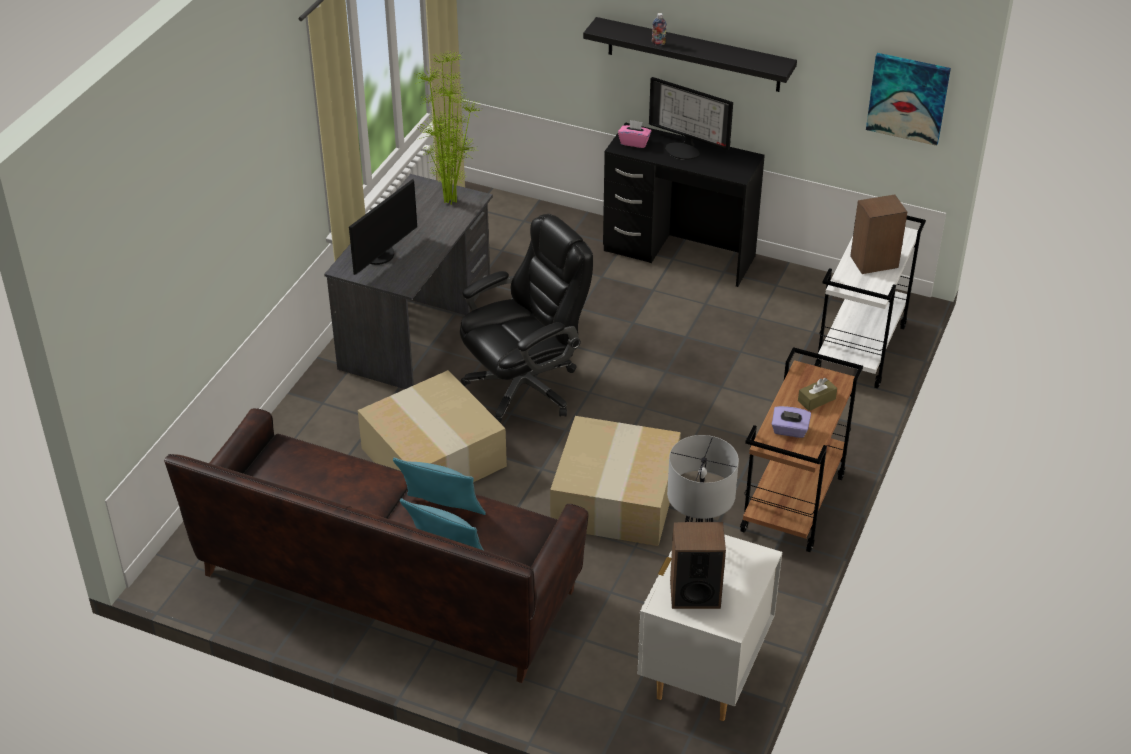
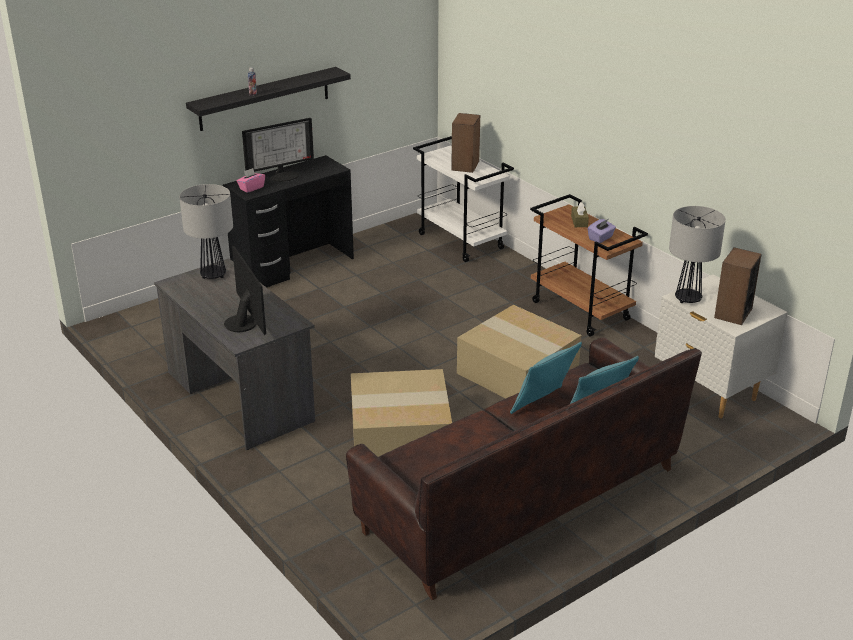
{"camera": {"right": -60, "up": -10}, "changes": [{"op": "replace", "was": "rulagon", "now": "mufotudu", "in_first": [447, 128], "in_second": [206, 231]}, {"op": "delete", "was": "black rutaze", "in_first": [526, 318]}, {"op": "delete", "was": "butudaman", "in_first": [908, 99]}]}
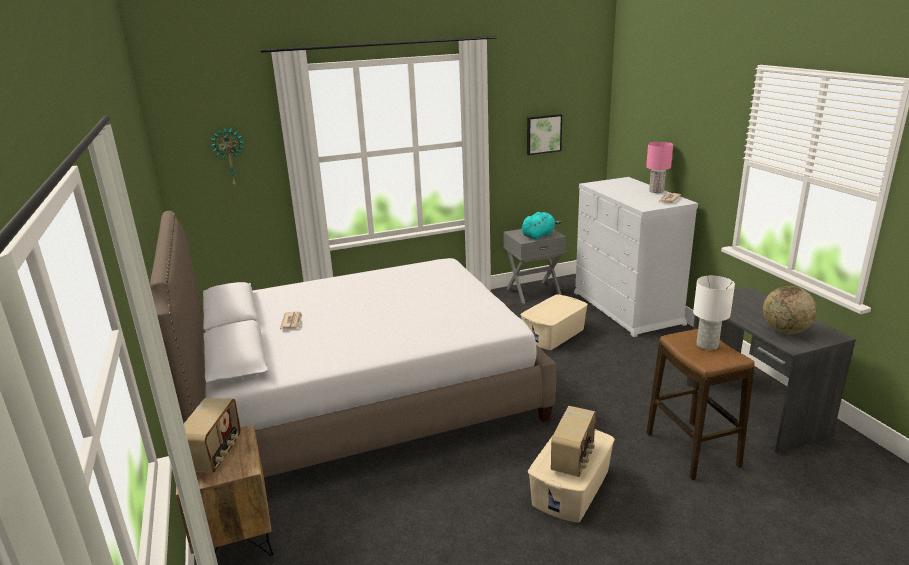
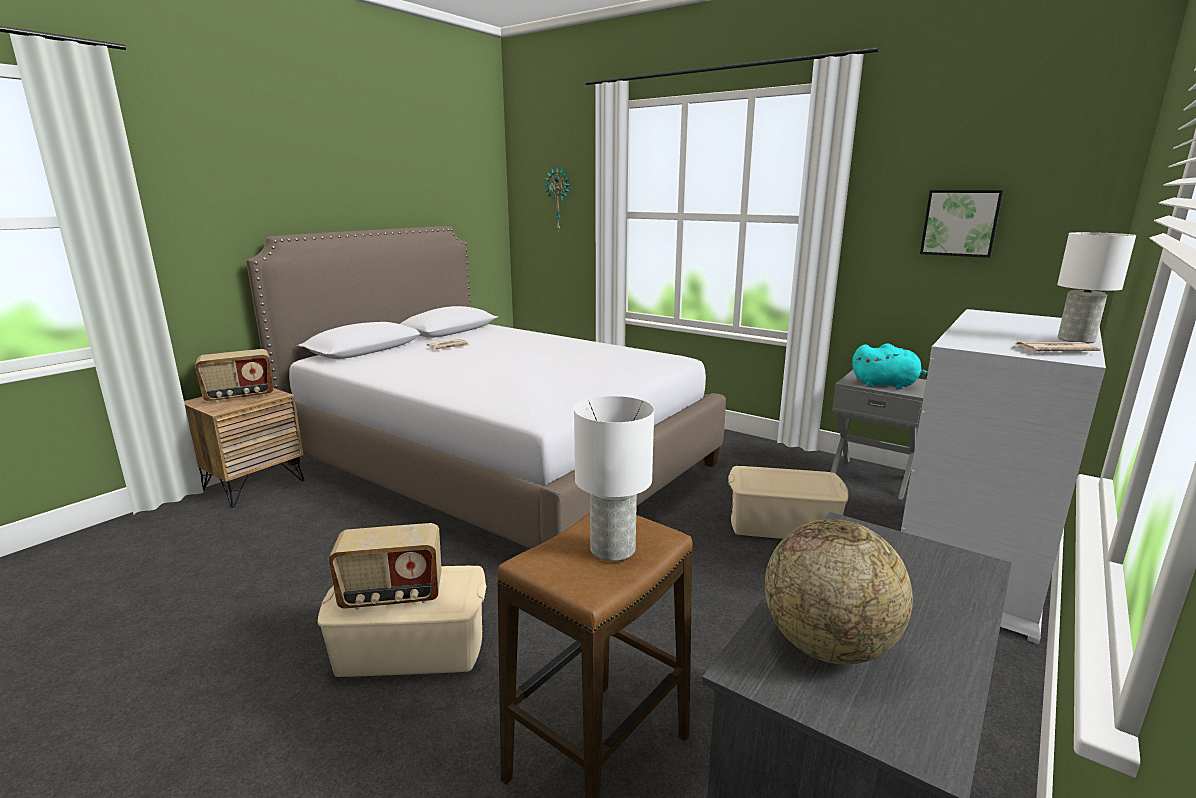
{"camera": {"right": 55, "up": -5}, "changes": [{"op": "recolor", "was": "pink mufotudu", "now": "white mufotudu", "in_first": [659, 167], "in_second": [1096, 288]}]}
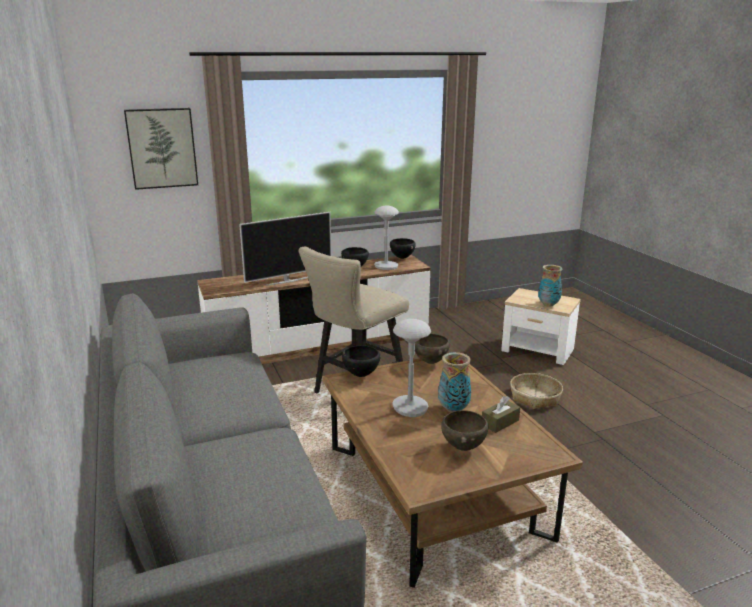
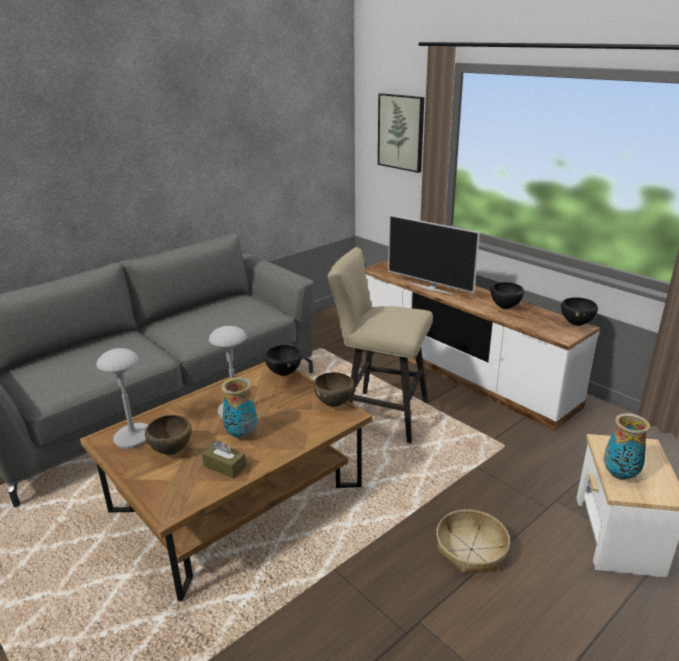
{"camera": {"right": 70, "up": 5}, "changes": [{"op": "move", "was": "grey mufotudu", "in_first": [386, 238], "in_second": [122, 398]}]}
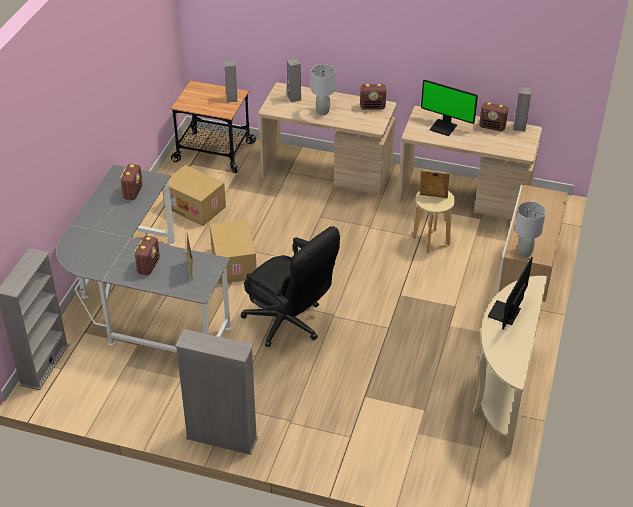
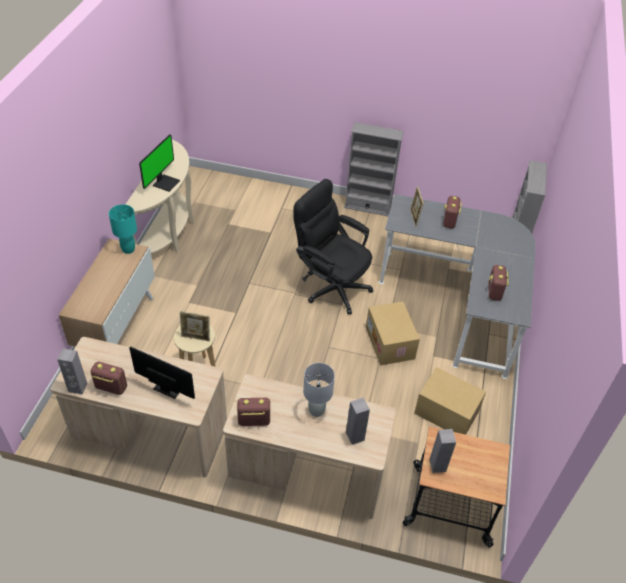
{"camera": {"right": 175, "up": 5}, "changes": [{"op": "recolor", "was": "grey mufotudu", "now": "turquoise mufotudu", "in_first": [530, 229], "in_second": [123, 229]}]}
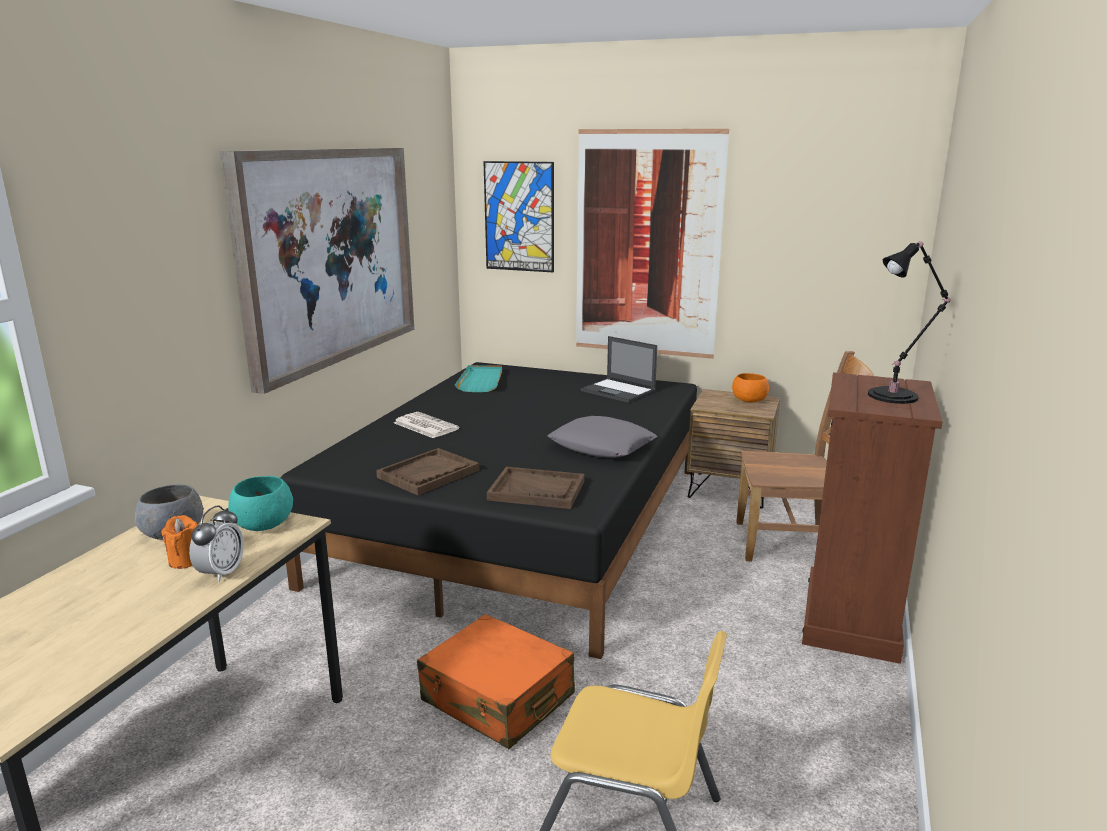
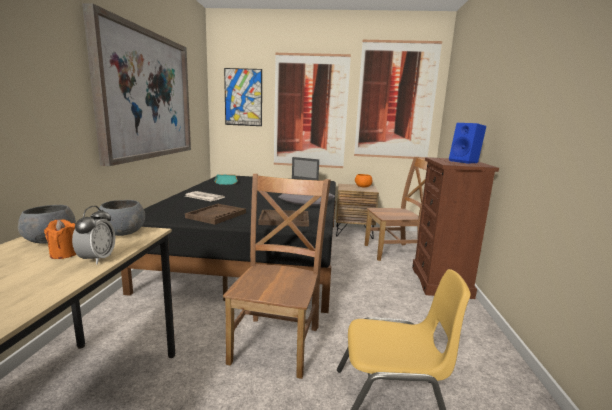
{"camera": {"right": -15, "up": -5}, "changes": [{"op": "recolor", "was": "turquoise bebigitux", "now": "grey bebigitux", "in_first": [260, 503], "in_second": [121, 218]}, {"op": "replace", "was": "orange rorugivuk", "now": "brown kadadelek", "in_first": [496, 681], "in_second": [277, 276]}, {"op": "replace", "was": "black mufotudu", "now": "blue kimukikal", "in_first": [909, 322], "in_second": [467, 143]}, {"op": "insert", "now": "butudaman", "in_second": [398, 99]}]}
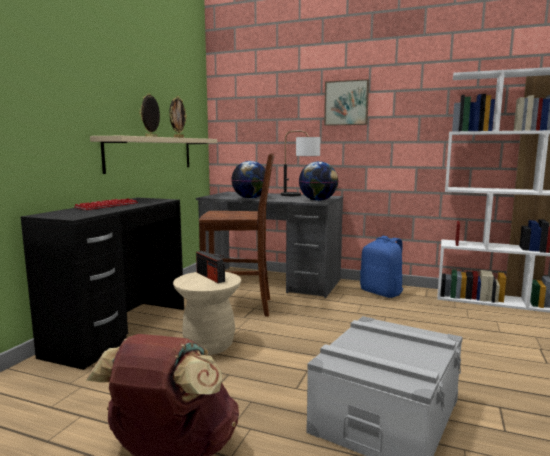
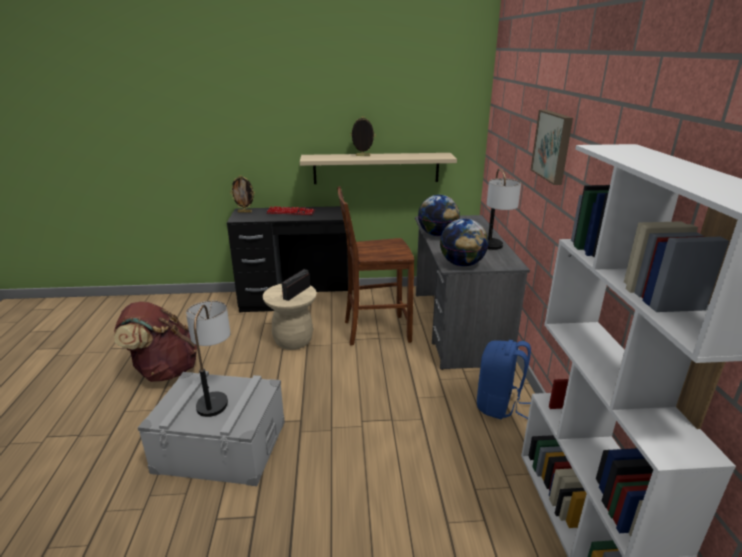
{"camera": {"right": 65, "up": 15}, "changes": [{"op": "move", "was": "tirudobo", "in_first": [178, 117], "in_second": [242, 194]}, {"op": "rotate", "was": "brown kadadelek", "in_first": [236, 235], "in_second": [375, 266], "clockwise": 105}, {"op": "insert", "now": "mufotudu", "in_second": [208, 359]}]}
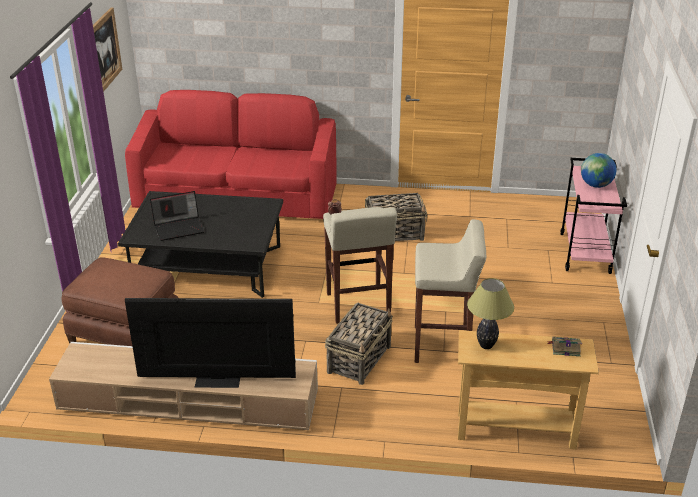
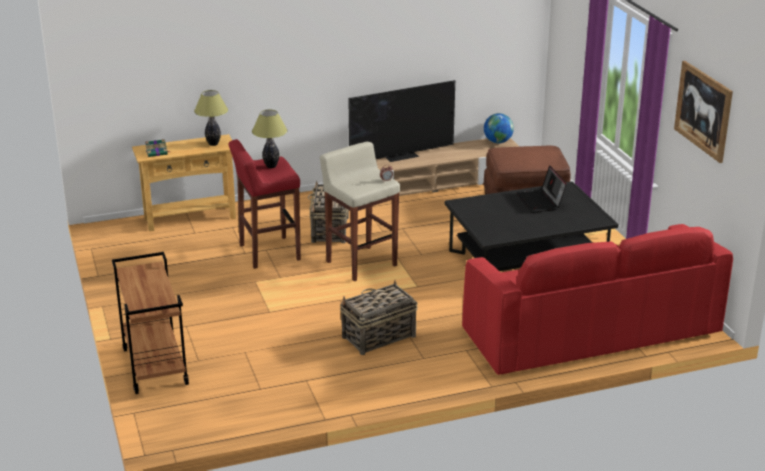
{"camera": {"right": 155, "up": -5}, "changes": [{"op": "rotate", "was": "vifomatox", "in_first": [177, 216], "in_second": [541, 189], "clockwise": -60}, {"op": "recolor", "was": "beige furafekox", "now": "red furafekox", "in_first": [450, 291], "in_second": [265, 204]}, {"op": "recolor", "was": "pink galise", "now": "brown galise", "in_first": [593, 216], "in_second": [150, 323]}, {"op": "move", "was": "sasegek", "in_first": [598, 170], "in_second": [499, 128]}, {"op": "insert", "now": "mufotudu", "in_second": [270, 139]}]}
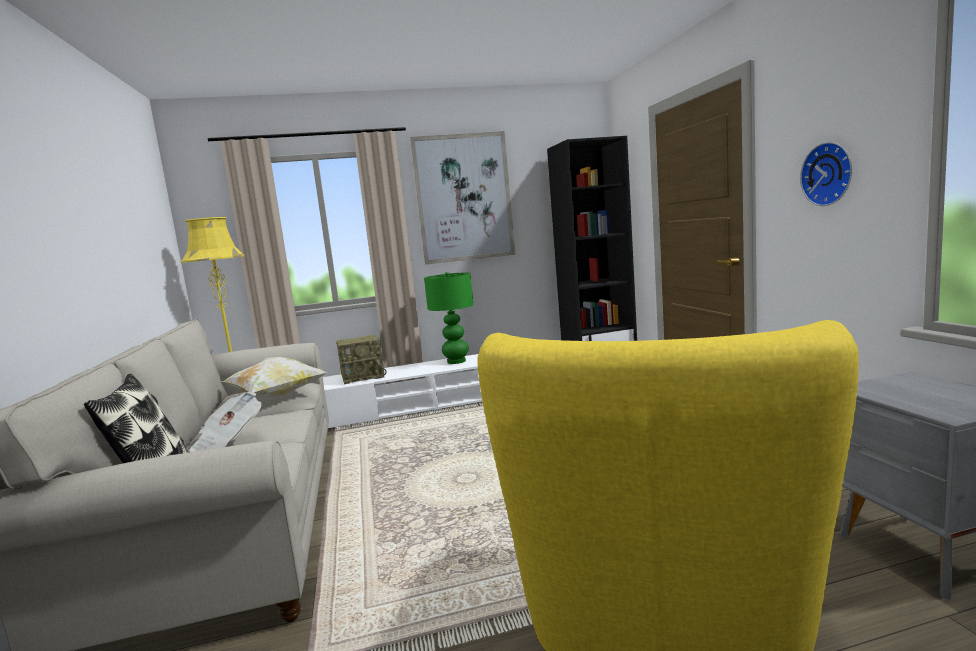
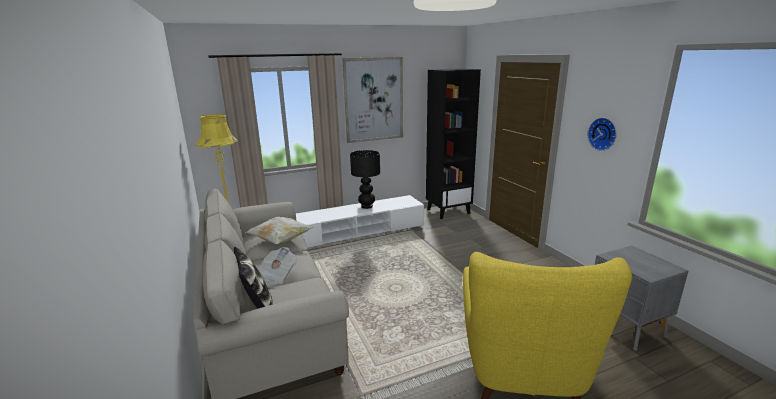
{"camera": {"right": -10, "up": 10}, "changes": [{"op": "delete", "was": "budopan", "in_first": [361, 359]}, {"op": "recolor", "was": "green mufotudu", "now": "black mufotudu", "in_first": [449, 318], "in_second": [365, 179]}]}
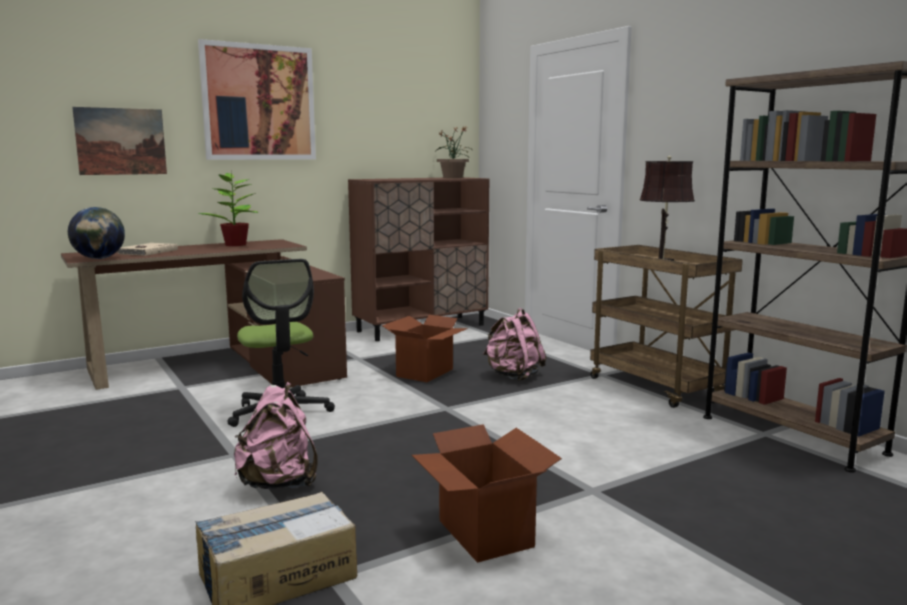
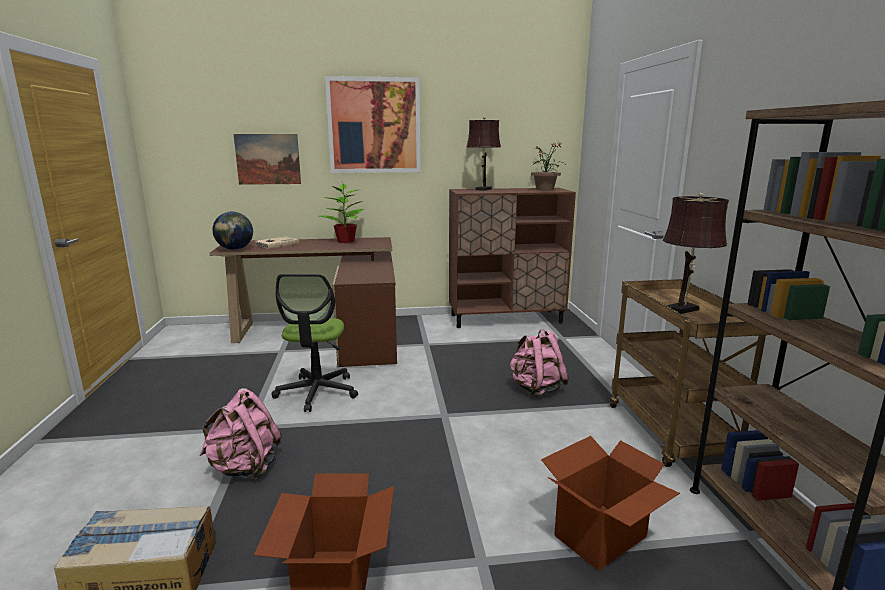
{"camera": {"right": 25, "up": 5}, "changes": [{"op": "move", "was": "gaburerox", "in_first": [425, 348], "in_second": [610, 503]}, {"op": "insert", "now": "brown mufotudu", "in_second": [483, 154]}]}
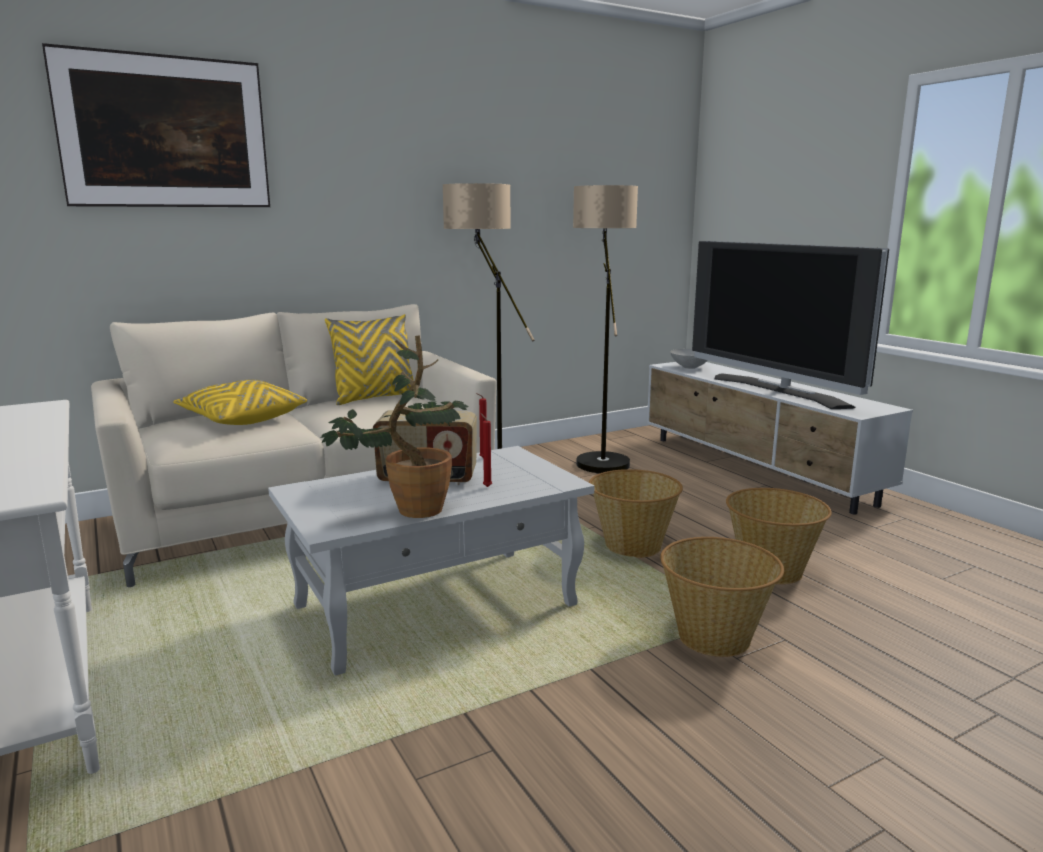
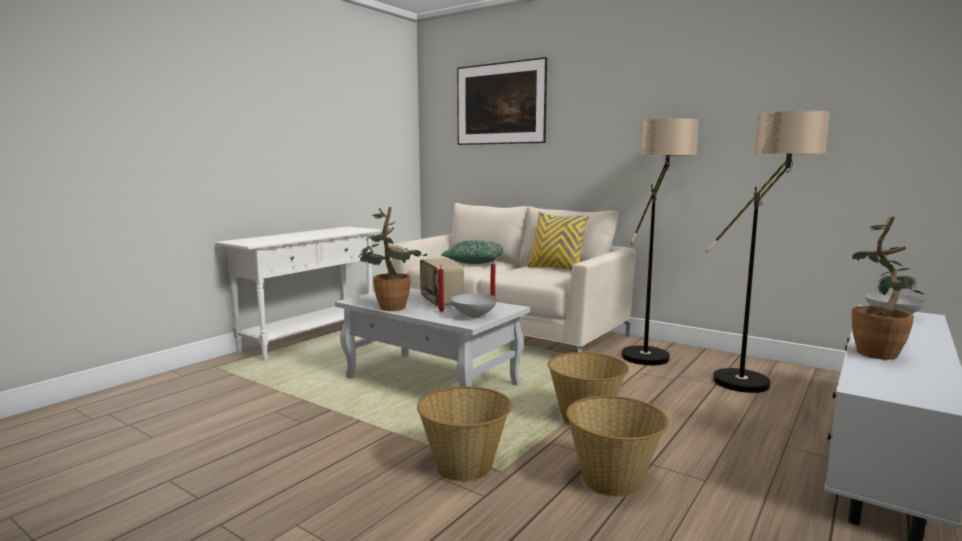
{"camera": {"right": 65, "up": -5}, "changes": [{"op": "recolor", "was": "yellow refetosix", "now": "green refetosix", "in_first": [240, 402], "in_second": [472, 252]}, {"op": "replace", "was": "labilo", "now": "rulagon", "in_first": [790, 325], "in_second": [887, 288]}, {"op": "insert", "now": "grey bebigitux", "in_second": [474, 305]}]}
